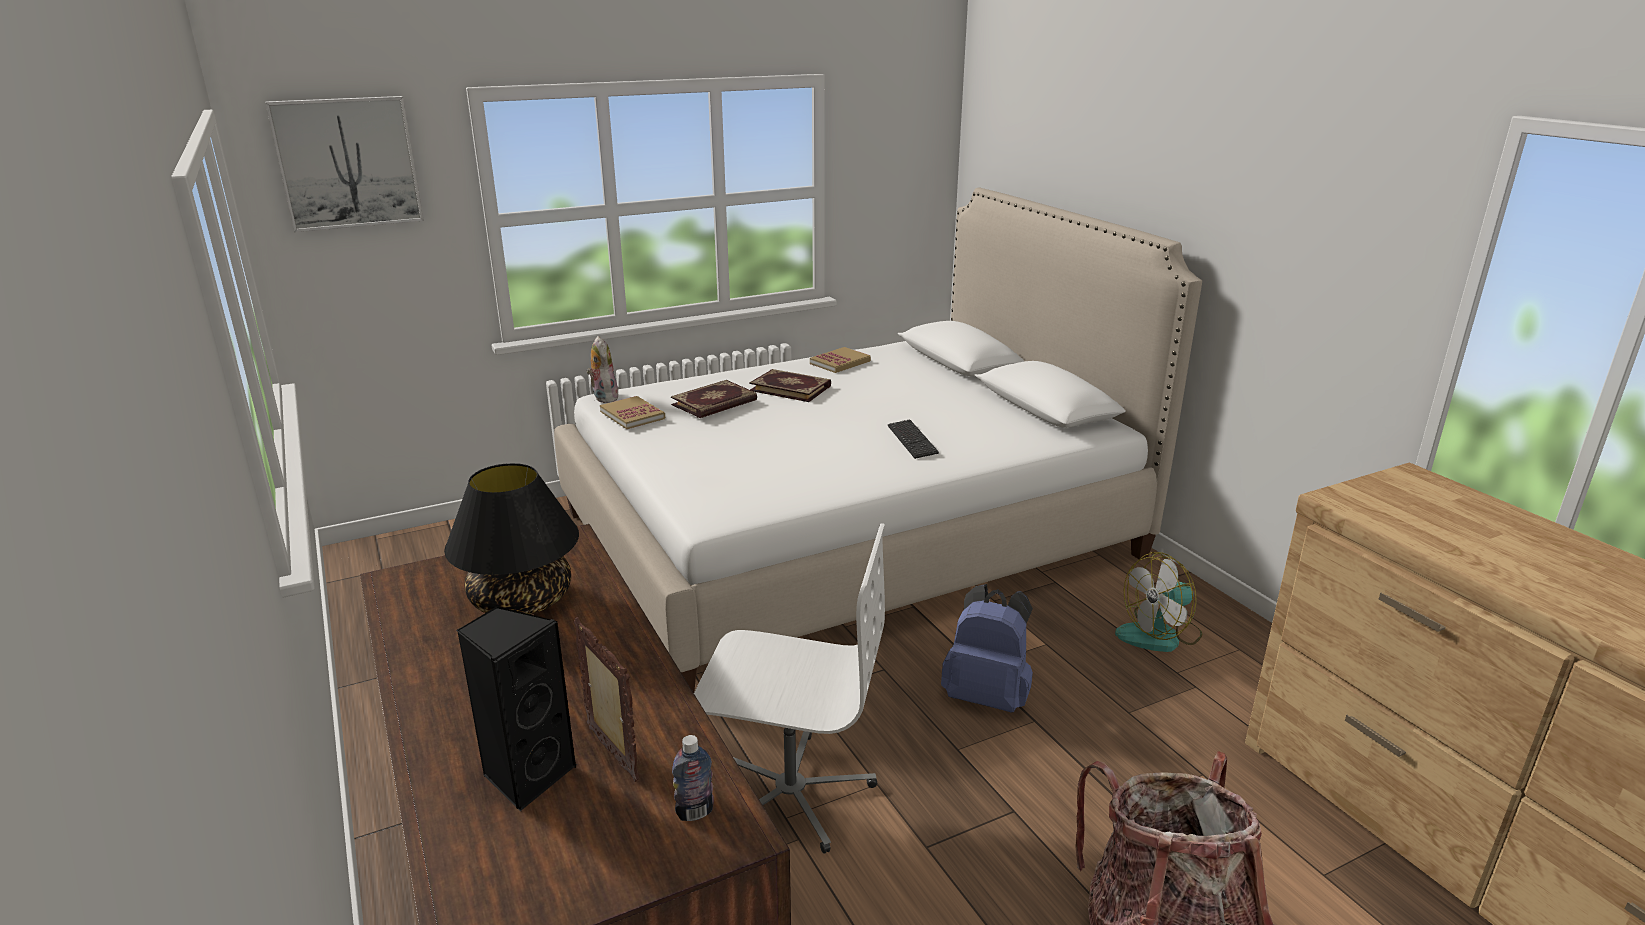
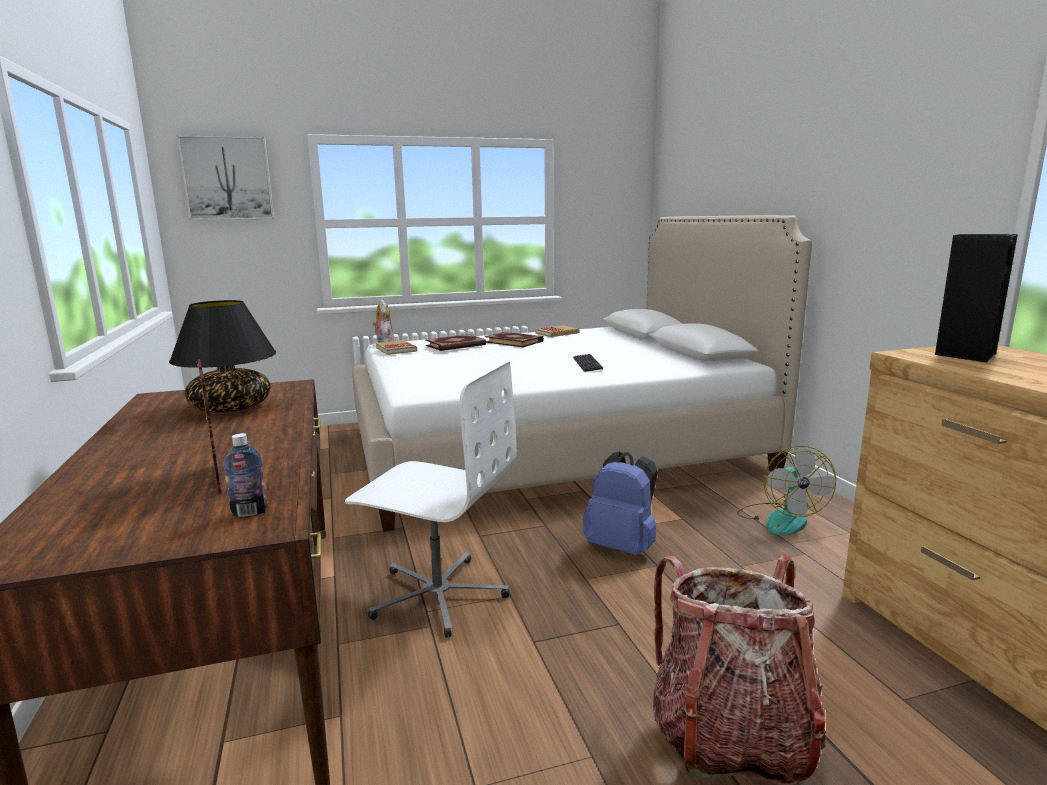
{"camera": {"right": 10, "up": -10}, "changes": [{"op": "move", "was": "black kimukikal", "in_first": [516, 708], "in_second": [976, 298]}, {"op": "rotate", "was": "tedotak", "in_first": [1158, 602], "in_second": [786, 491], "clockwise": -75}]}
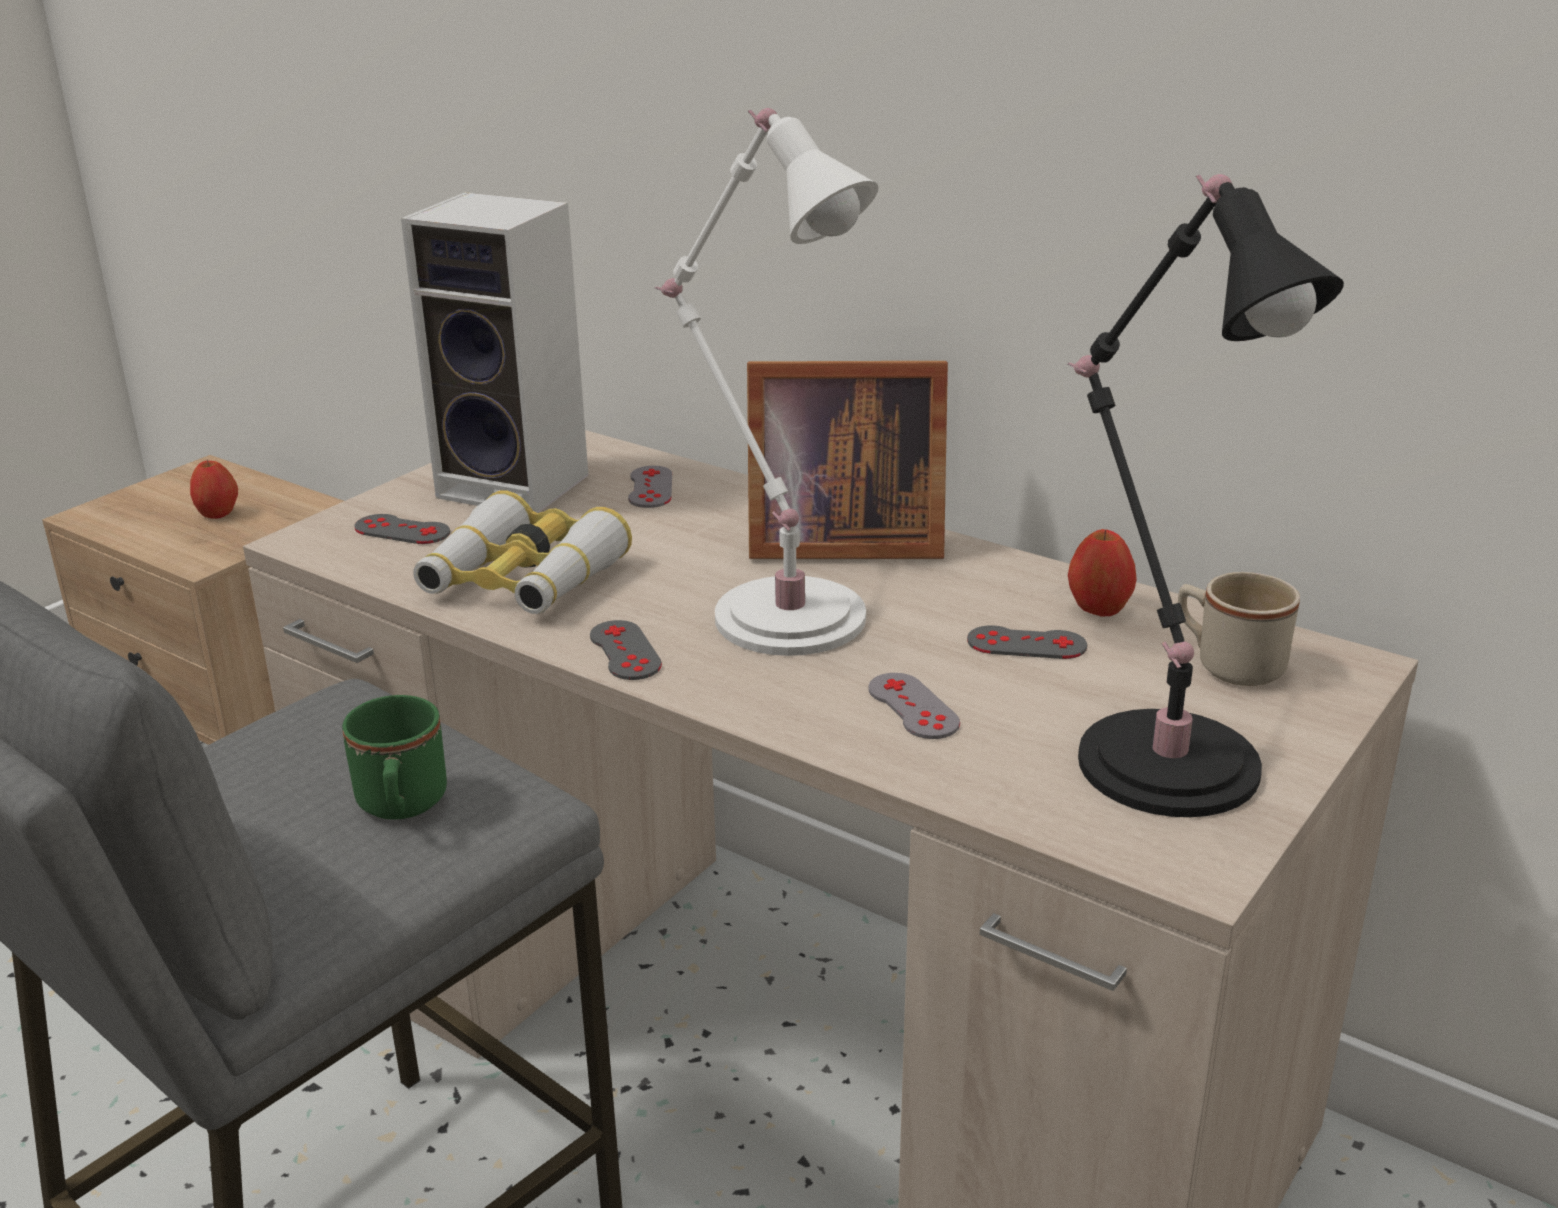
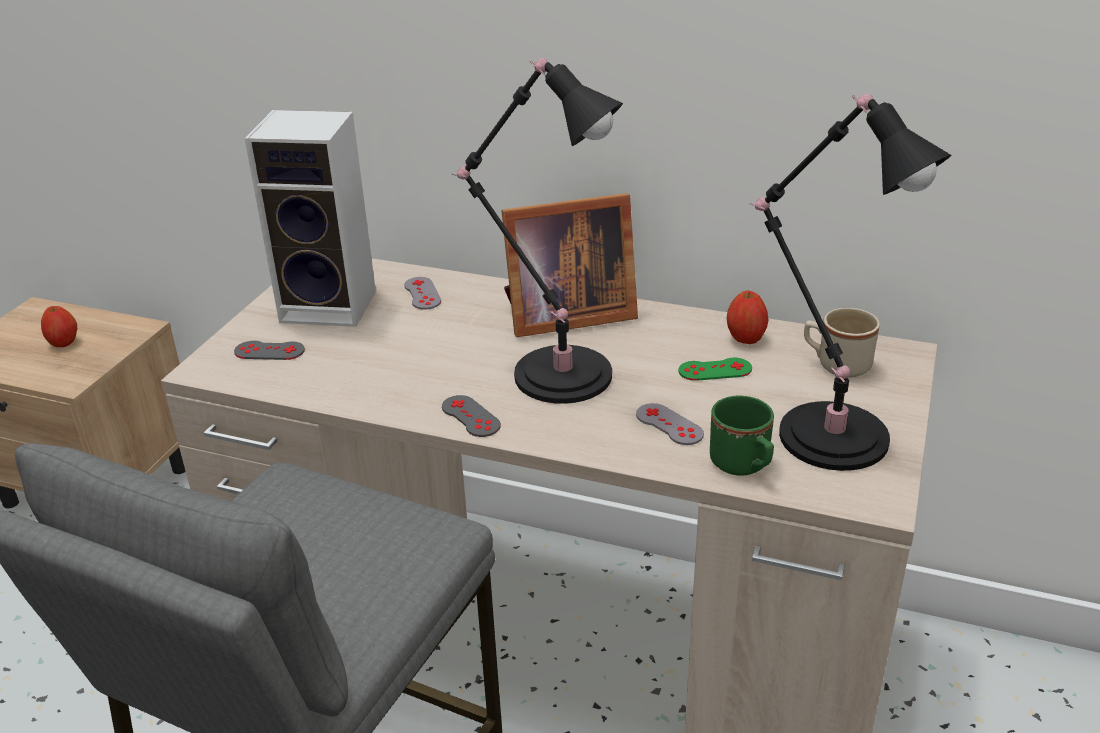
{"camera": {"right": -15, "up": 5}, "changes": [{"op": "move", "was": "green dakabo", "in_first": [394, 757], "in_second": [742, 436]}, {"op": "delete", "was": "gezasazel", "in_first": [522, 552]}, {"op": "recolor", "was": "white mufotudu", "now": "black mufotudu", "in_first": [766, 382], "in_second": [537, 231]}, {"op": "recolor", "was": "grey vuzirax", "now": "green vuzirax", "in_first": [1027, 642], "in_second": [715, 369]}]}
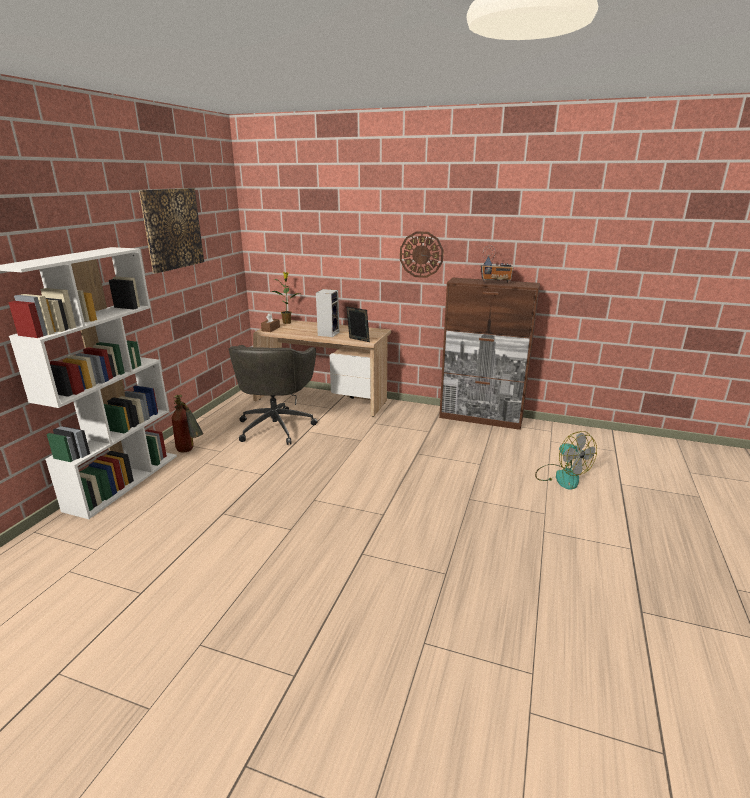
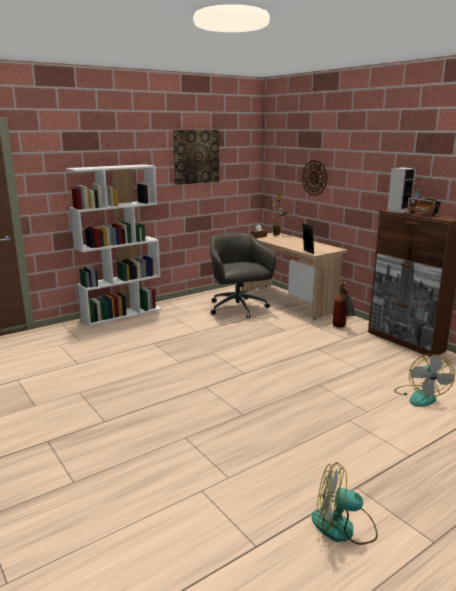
{"camera": {"right": 35, "up": -5}, "changes": [{"op": "move", "was": "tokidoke", "in_first": [188, 424], "in_second": [343, 305]}, {"op": "rotate", "was": "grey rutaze", "in_first": [273, 395], "in_second": [243, 275], "clockwise": 120}, {"op": "move", "was": "kimukikal", "in_first": [327, 313], "in_second": [401, 190]}, {"op": "move", "was": "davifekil", "in_first": [422, 254], "in_second": [314, 178]}, {"op": "insert", "now": "tedotak", "in_second": [345, 503]}]}
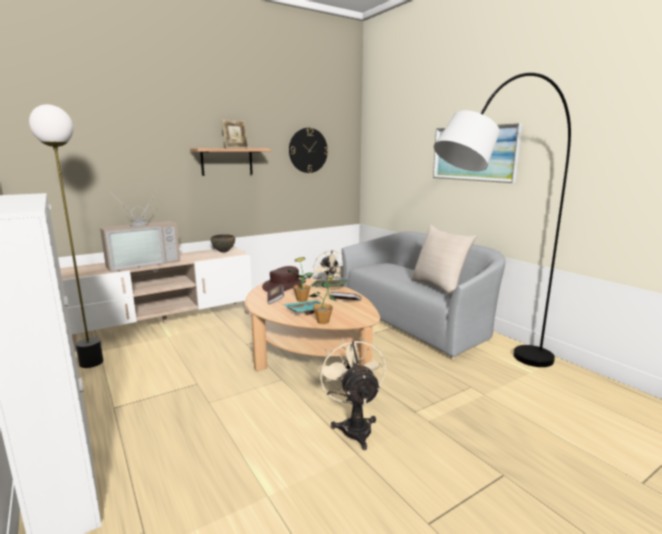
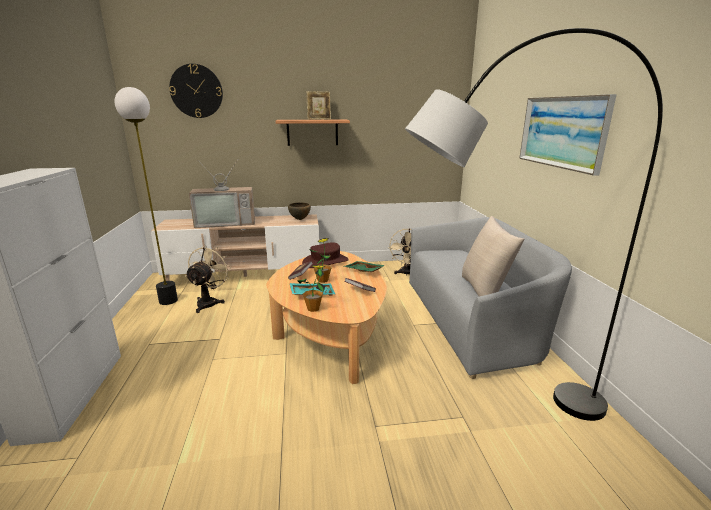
{"camera": {"right": 25, "up": 5}, "changes": [{"op": "move", "was": "davifekil", "in_first": [308, 150], "in_second": [196, 91]}, {"op": "move", "was": "beige tedotak", "in_first": [352, 393], "in_second": [208, 279]}]}
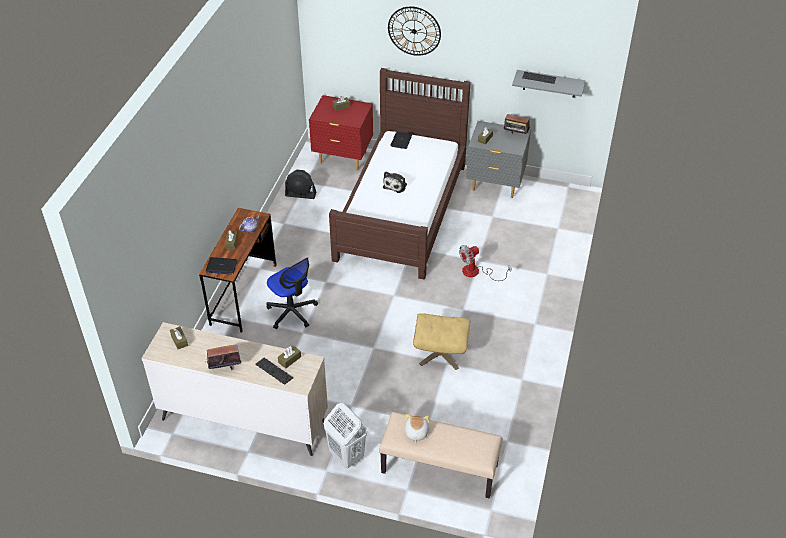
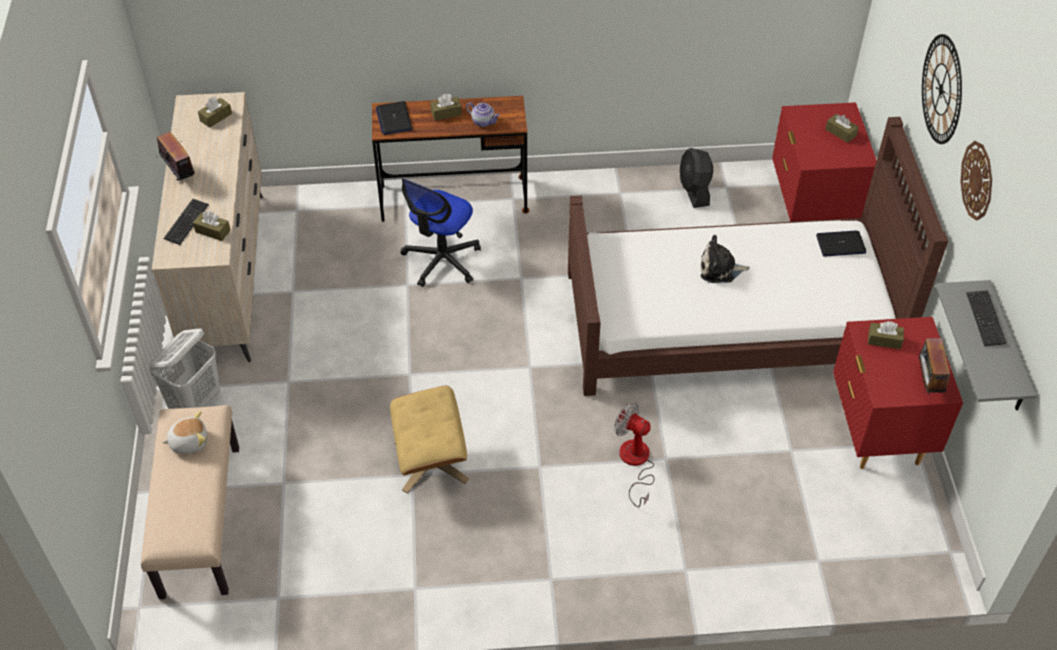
{"camera": {"right": 70, "up": 5}, "changes": [{"op": "recolor", "was": "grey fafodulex", "now": "red fafodulex", "in_first": [498, 159], "in_second": [898, 393]}, {"op": "insert", "now": "davifekil", "in_second": [976, 181]}]}
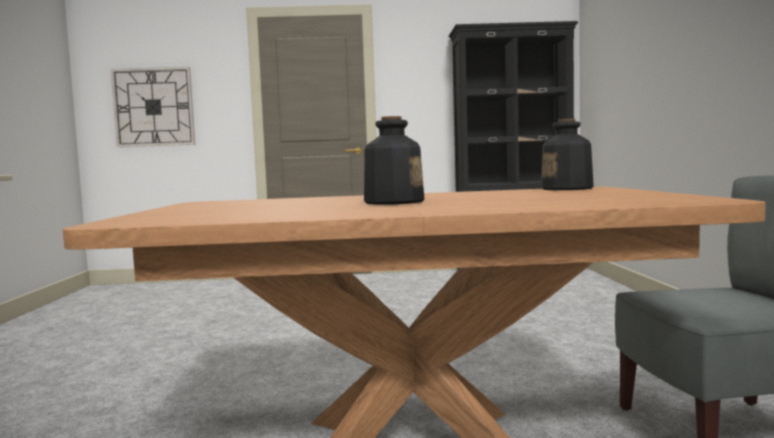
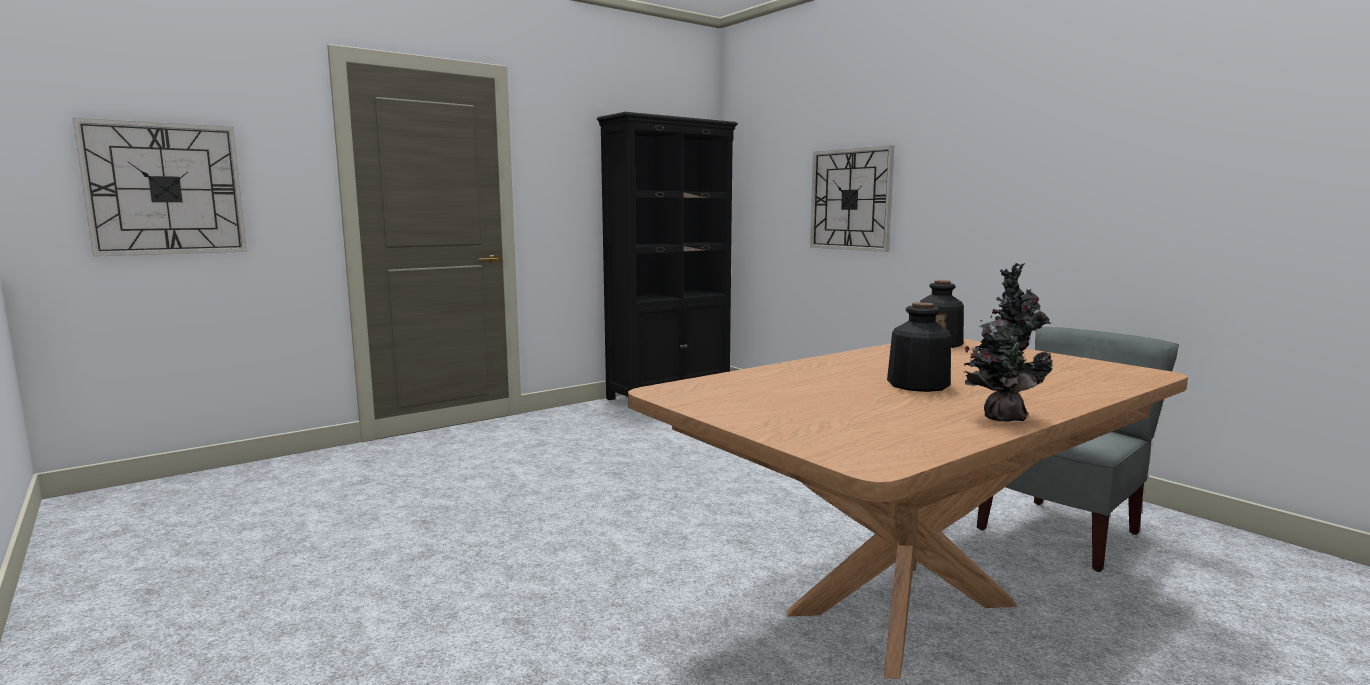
{"camera": {"right": -35, "up": 5}, "changes": [{"op": "insert", "now": "davifekil", "in_second": [852, 198]}, {"op": "insert", "now": "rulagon", "in_second": [1008, 342]}]}
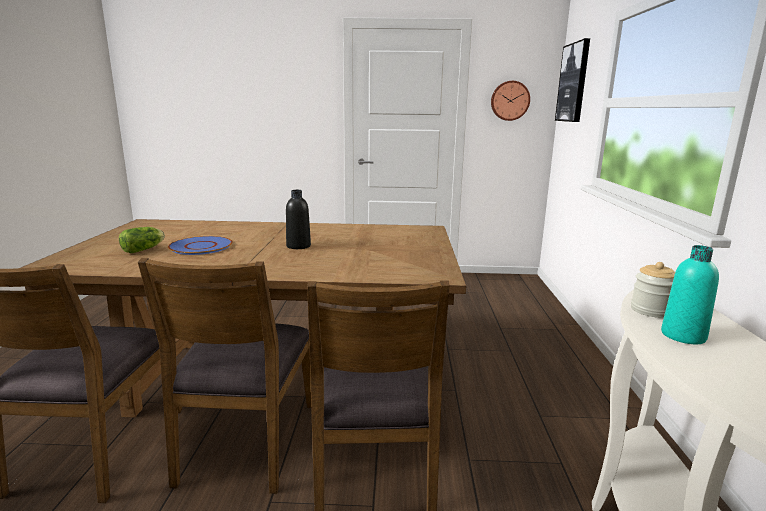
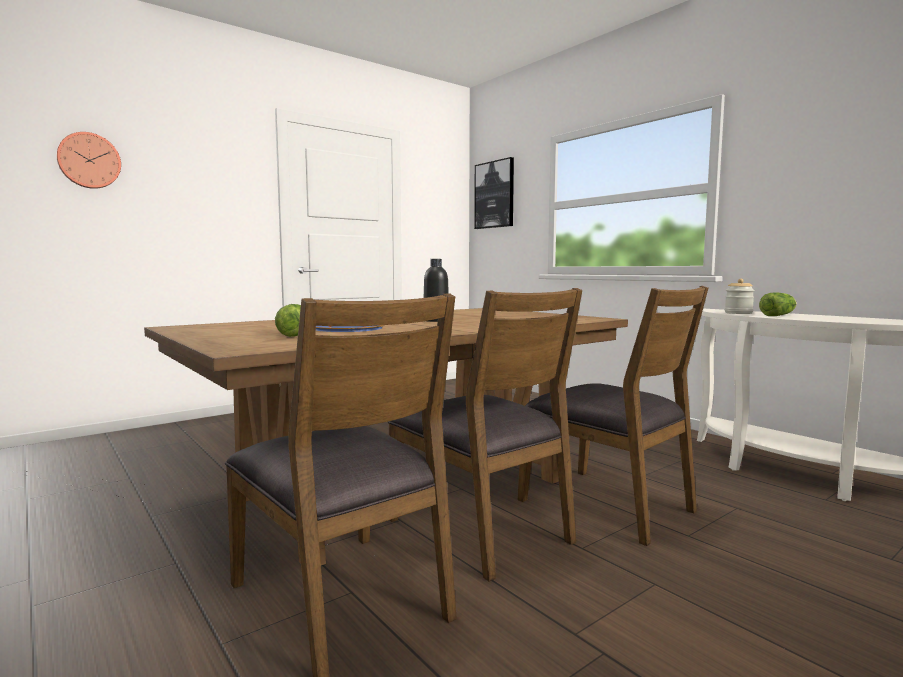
{"camera": {"right": -40, "up": -10}, "changes": [{"op": "move", "was": "davifekil", "in_first": [510, 101], "in_second": [89, 160]}, {"op": "replace", "was": "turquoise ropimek", "now": "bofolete", "in_first": [690, 294], "in_second": [778, 304]}]}
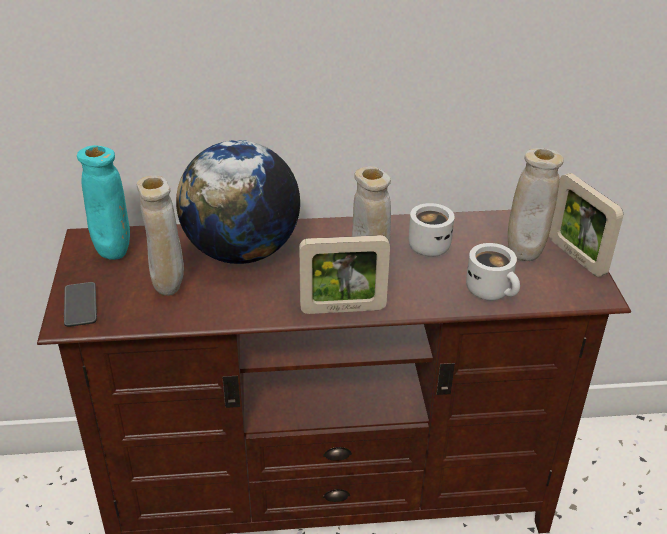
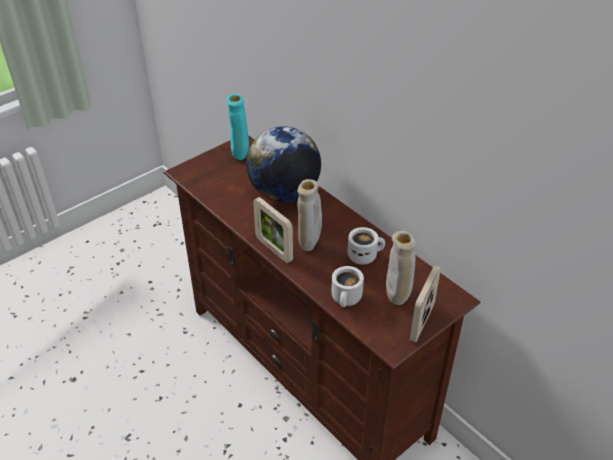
{"camera": {"right": 55, "up": 5}, "changes": [{"op": "delete", "was": "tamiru", "in_first": [80, 304]}, {"op": "delete", "was": "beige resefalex", "in_first": [160, 235]}]}
